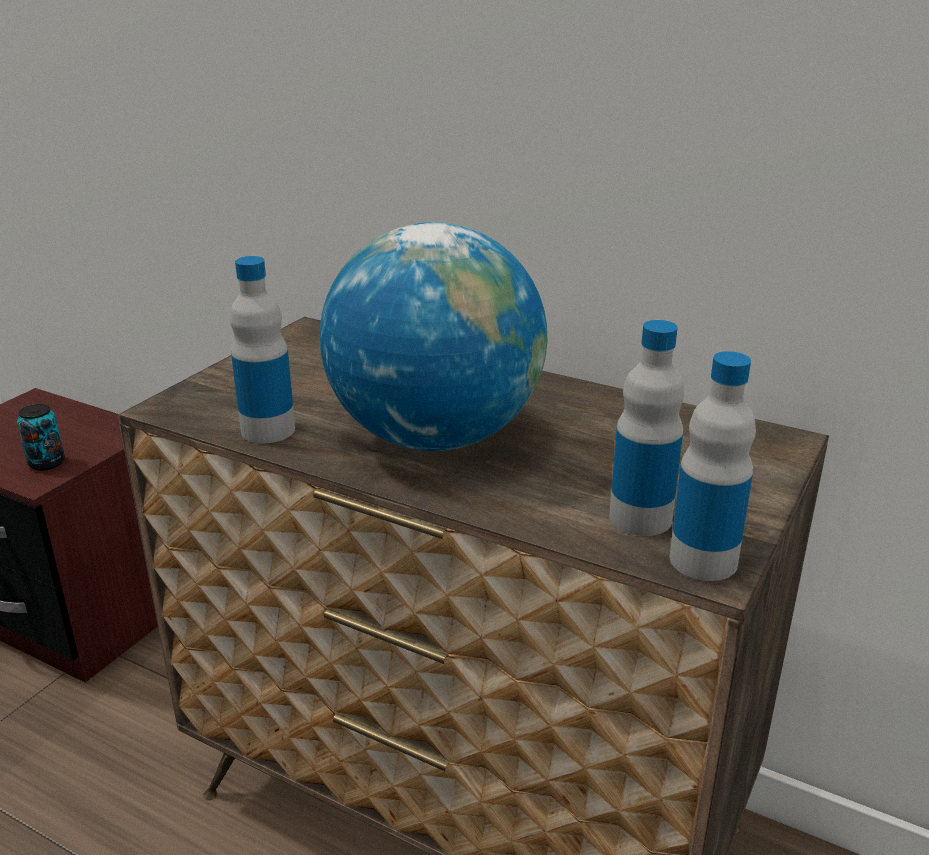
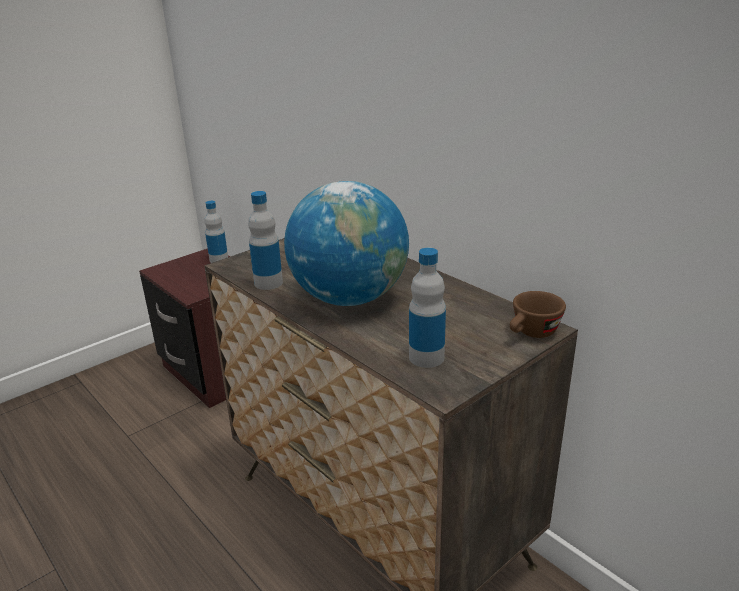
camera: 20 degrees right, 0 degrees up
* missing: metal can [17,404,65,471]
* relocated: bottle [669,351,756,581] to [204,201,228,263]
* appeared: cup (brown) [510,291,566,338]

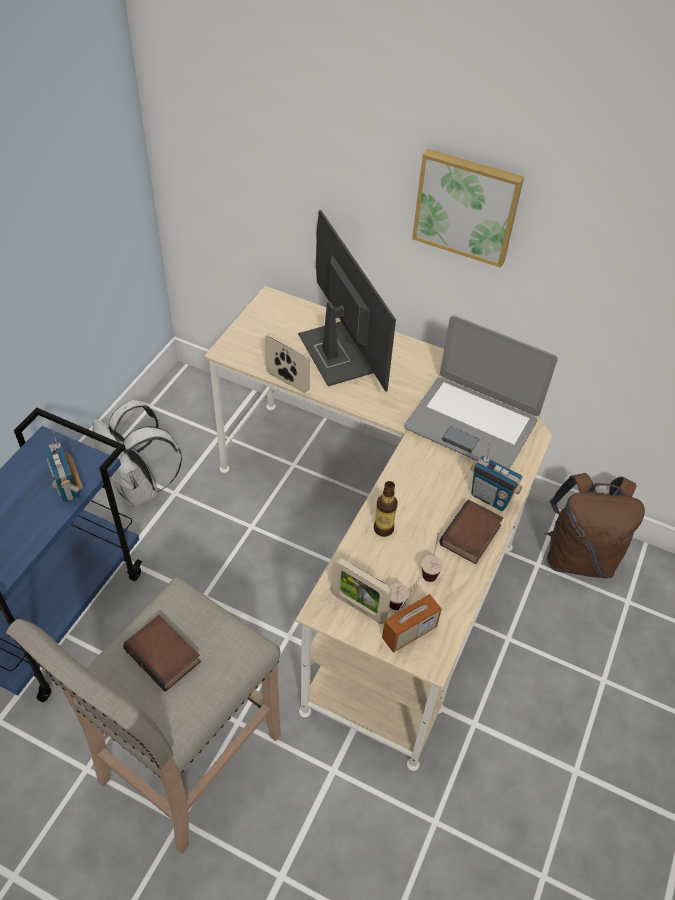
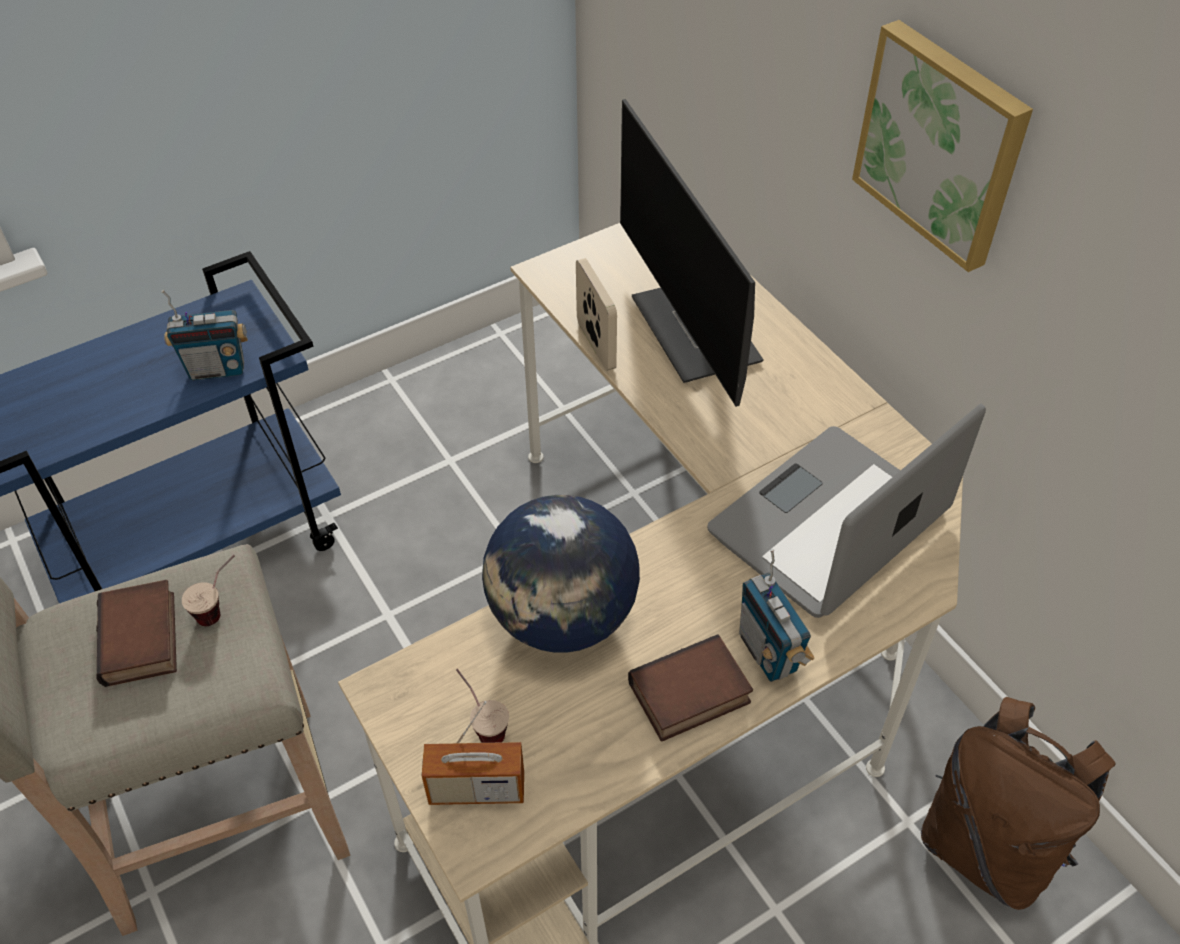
camera: 35 degrees right, 0 degrees up
* spun: radio [44,427,83,502] = [161,290,248,380] 105 degrees counterclockwise
* missing: backpack (white-coloured) [92,400,182,507]
* spun: computer display [298,210,396,392] = [620,99,764,407] 150 degrees clockwise
* missing: photo frame [331,557,392,624]
* exchanged: bottle [374,481,398,537] to globe [482,495,640,653]
* spun: laptop [405,315,558,469] = [707,404,986,618] 75 degrees clockwise
* relocated: cup [421,532,443,582] to [182,555,235,626]

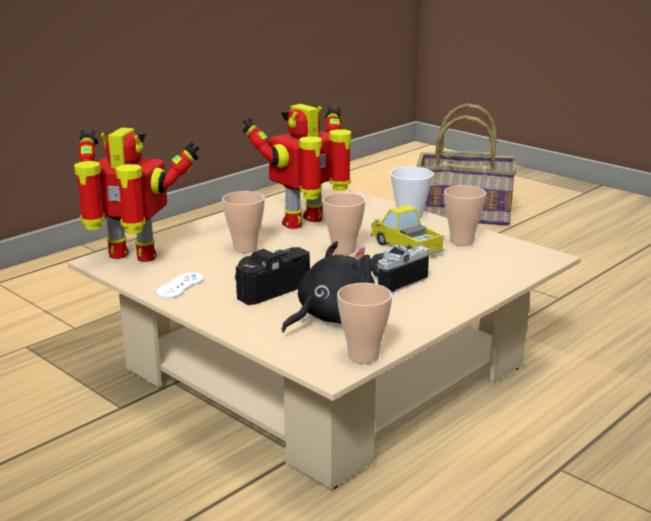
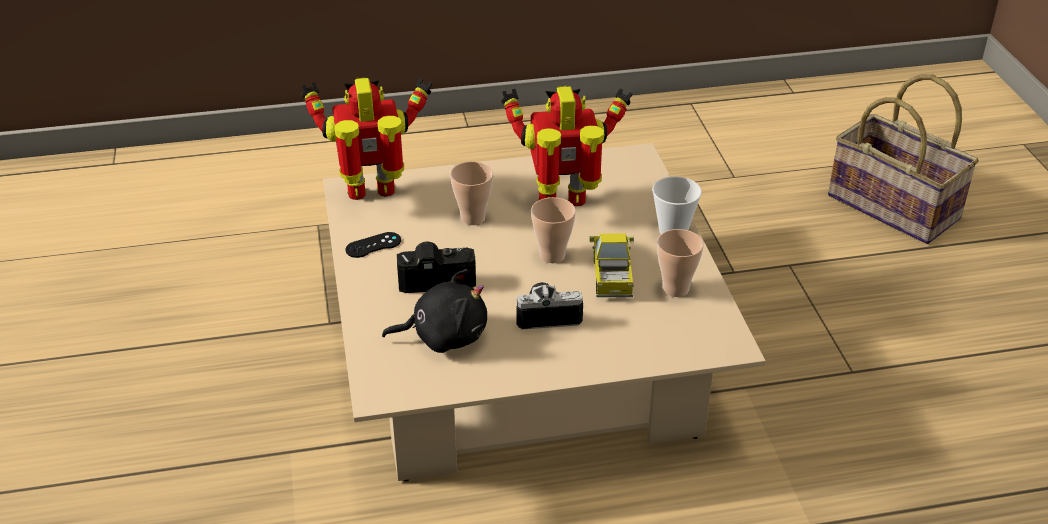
camera: 35 degrees right, 15 degrees up
* spun: robot figure [74,127,200,262] = [302,77,432,200] 60 degrees counterclockwise
* colour: gamepad (white-coloured) [156,273,204,298] to gamepad (blackish) [345,232,401,258]
* missing: cup [337,283,392,364]

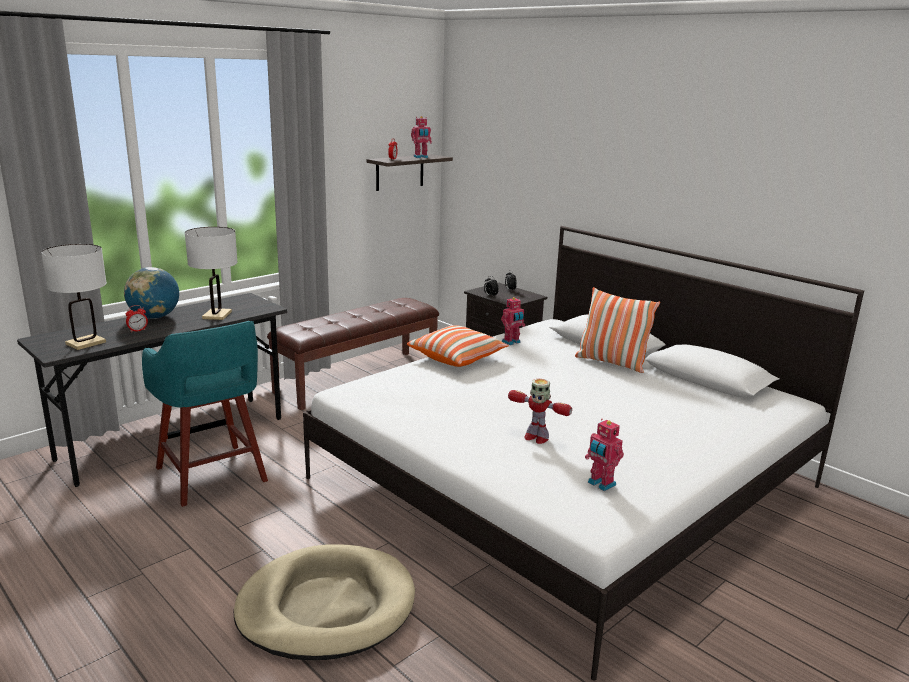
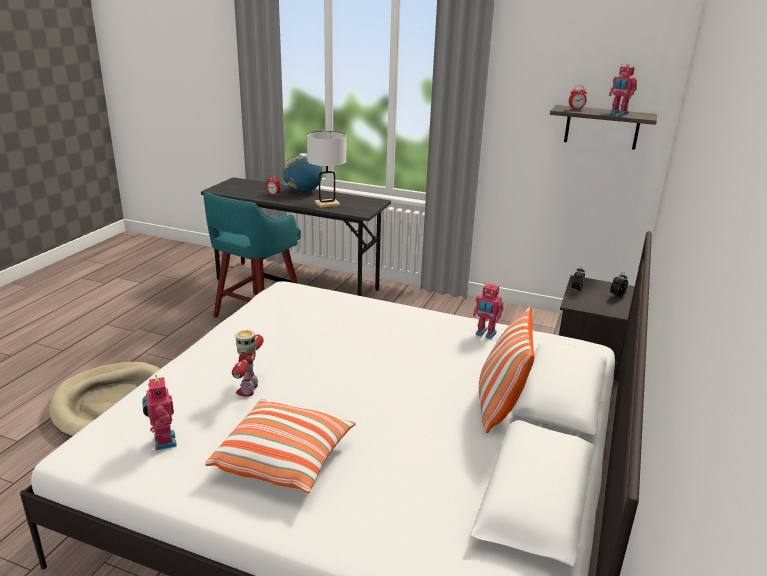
camera: 65 degrees right, 5 degrees up
* missing: table lamp (white-coloured) [41,244,107,350]
* missing: indoor bench (brown) [267,298,439,410]
* relocated: pillow [407,325,509,367] to [205,399,356,493]
* spun: robot figure [585,419,624,491] = [142,375,177,450] 45 degrees counterclockwise

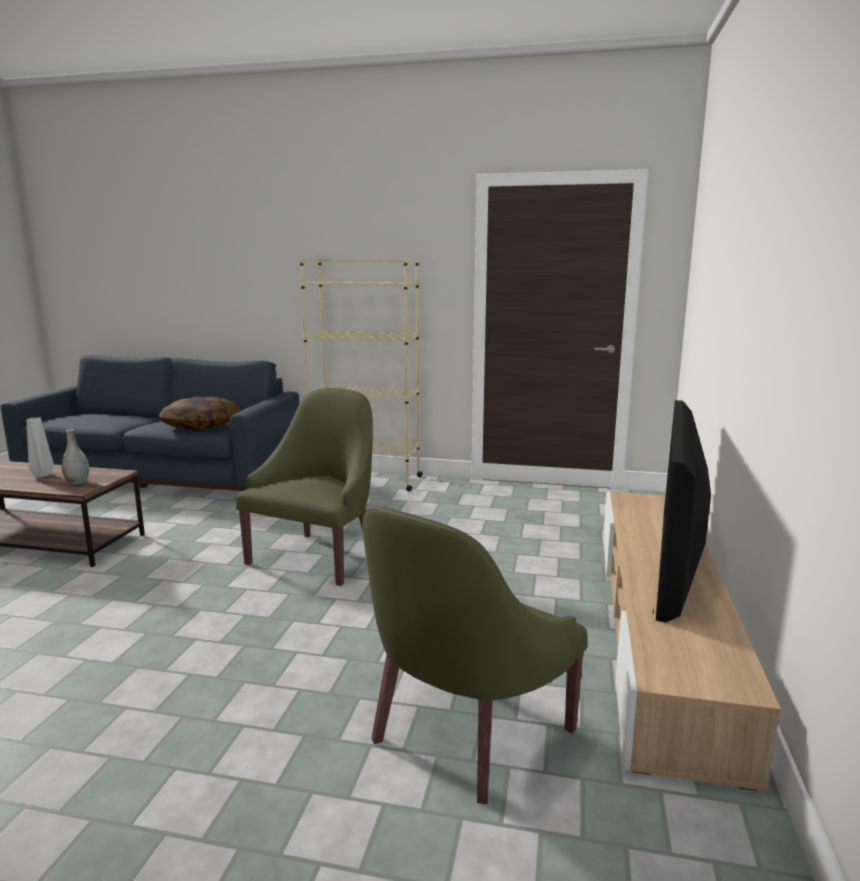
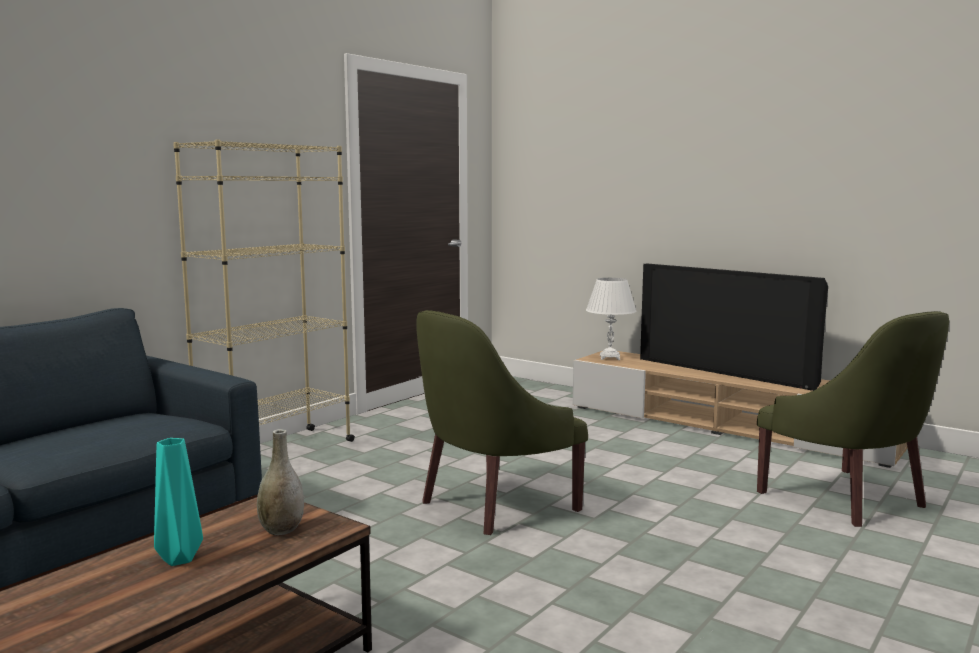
camera: 65 degrees left, 5 degrees down
* colour: decorative vase (grey) [27,417,54,478] to decorative vase (blue-green) [154,438,203,566]
* missing: pillow [158,397,241,430]
* spun: easy chair (green-coloured) [236,388,373,586] = [416,310,588,535] 90 degrees counterclockwise
* appeared: table lamp (white-coloured) [586,278,637,360]

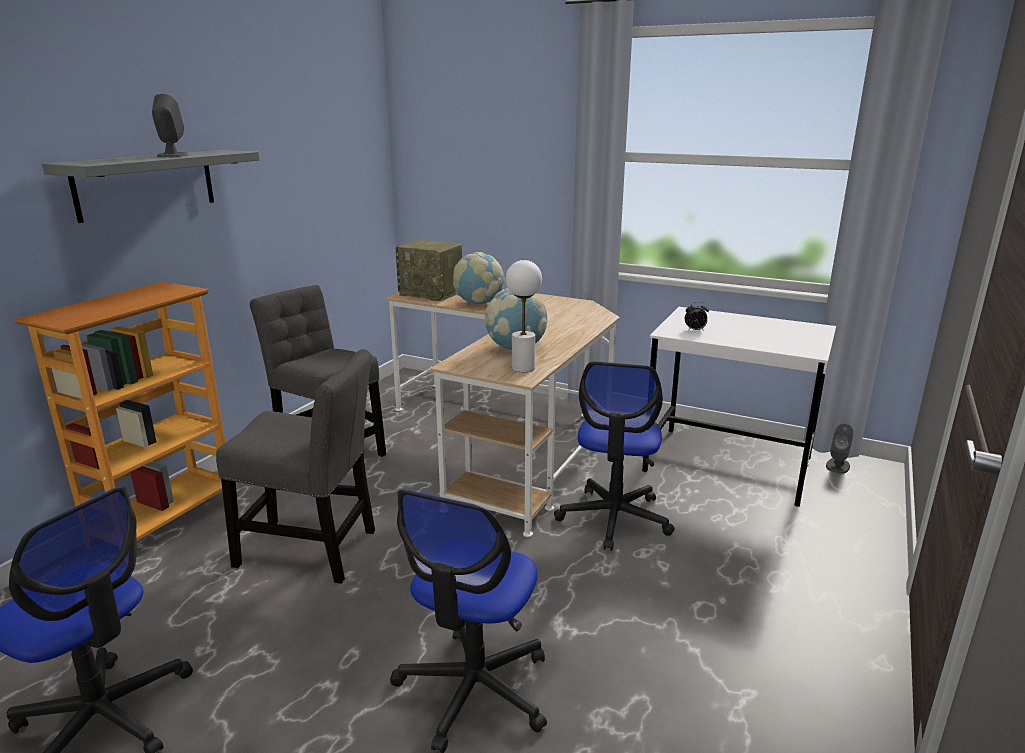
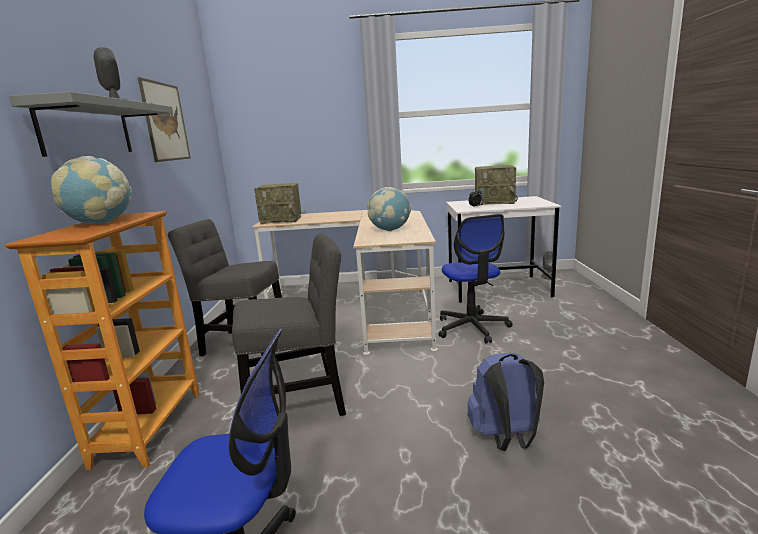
camera: 25 degrees left, 5 degrees down
* exchanged: office chair [390,489,547,753] to backpack (bluish) [468,353,544,451]
* relocated: globe [453,252,505,304] to [51,156,132,224]
* missing: table lamp (white-coloured) [506,260,542,372]
* appeared: wall picture [137,77,191,162]
* appeared: radio [475,165,518,205]

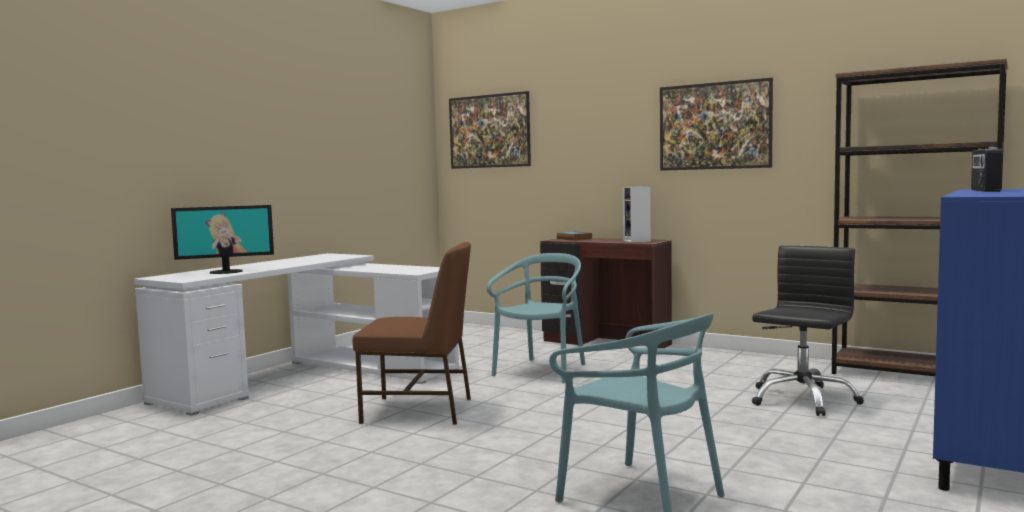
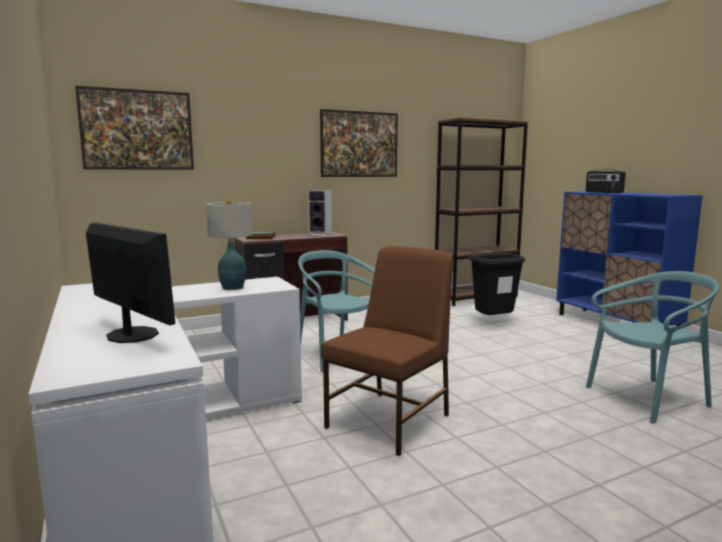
camera: 60 degrees left, 5 degrees up
* spun: computer display [171,205,274,274] = [86,223,176,343] 60 degrees counterclockwise
* exchanged: office chair (blackish) [752,246,864,416] to rubbish bin (blackish) [470,252,525,315]
* appeared: table lamp [206,200,253,290]

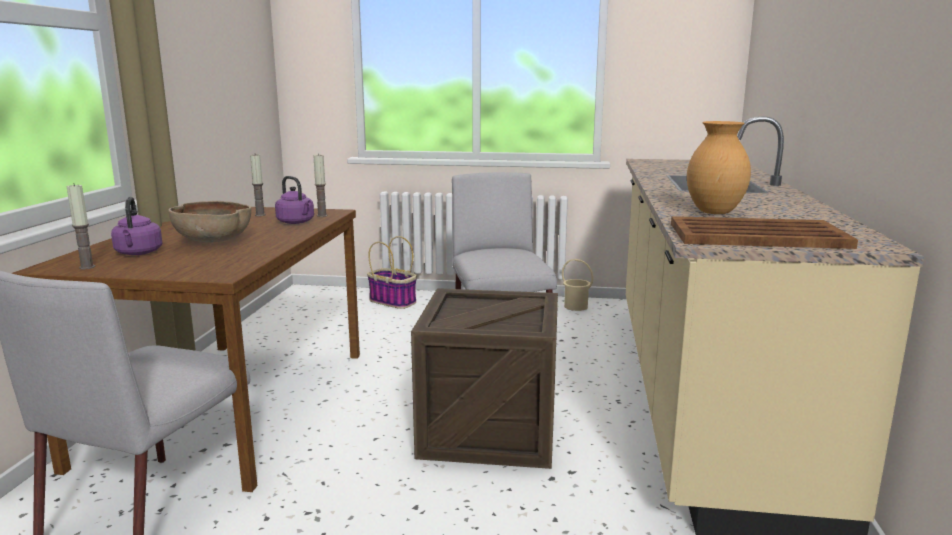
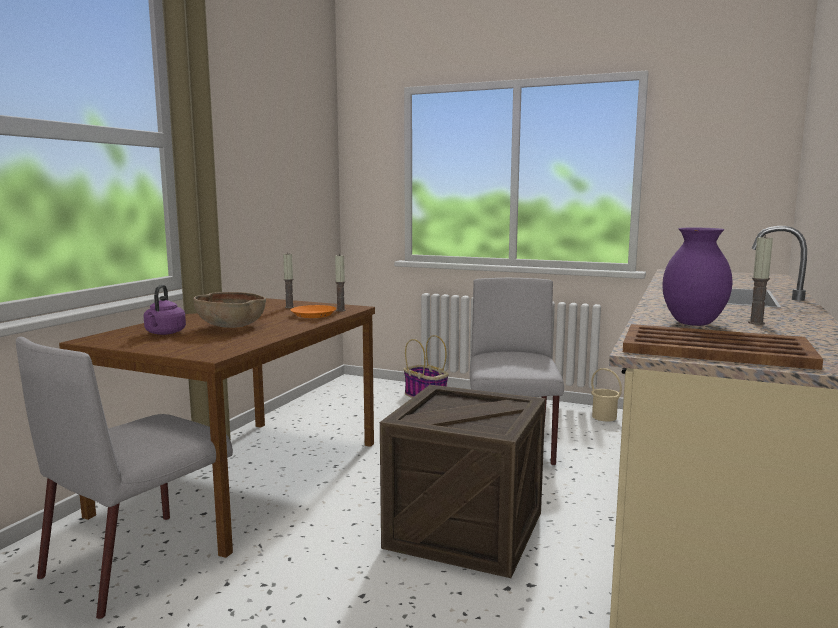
camera: 15 degrees right, 5 degrees down
* relocated: wax light [66,183,95,269] to [748,235,773,325]
* exchanged: tea kettle (purple) [275,176,314,224] to plate (orange-coloured) [291,305,336,318]
* colour: decorative vase (brown) [687,121,751,214] to decorative vase (purple) [662,228,732,326]

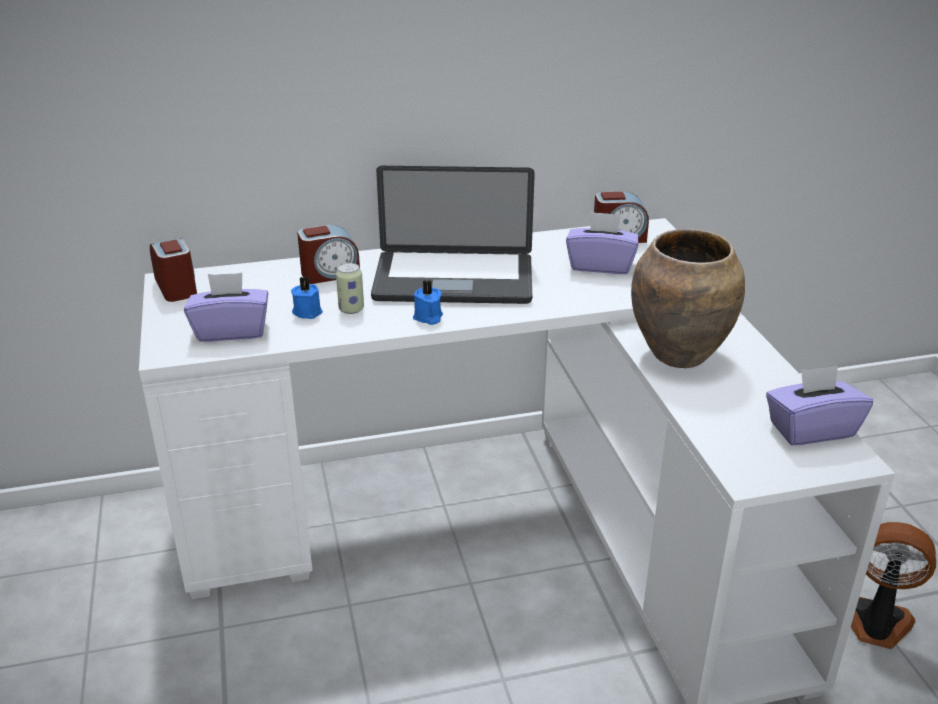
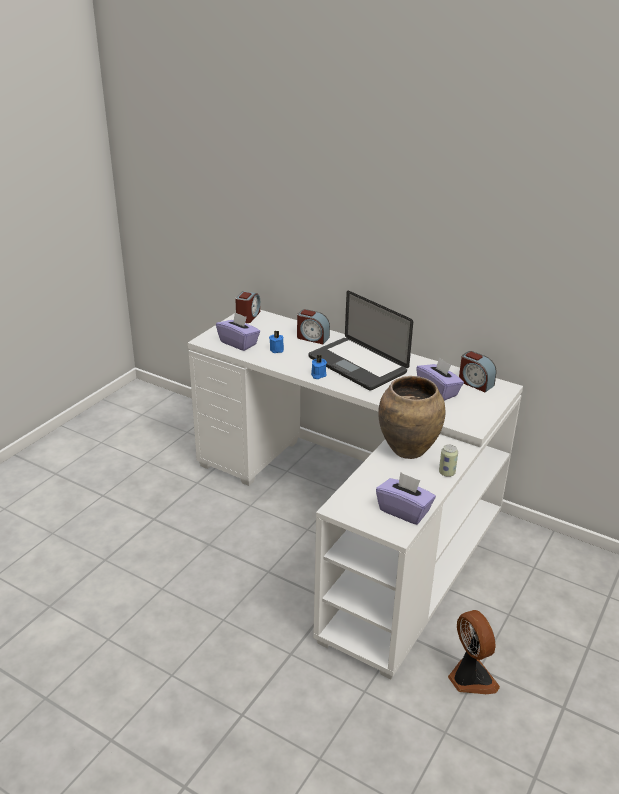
camera: 45 degrees right, 0 degrees up
* relocated: metal can [336,263,364,314] to [439,444,458,477]

